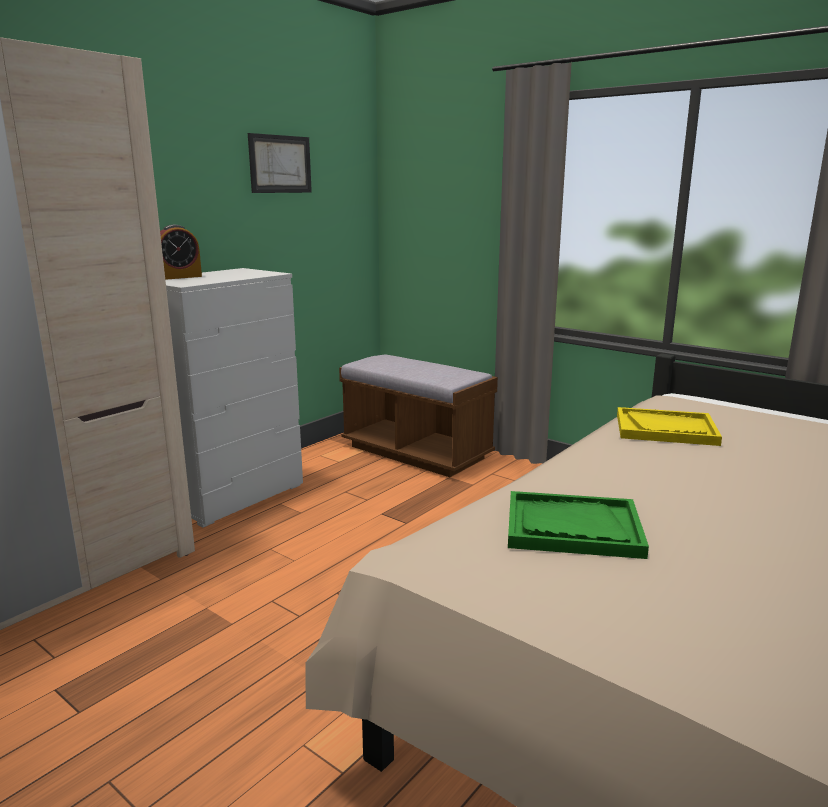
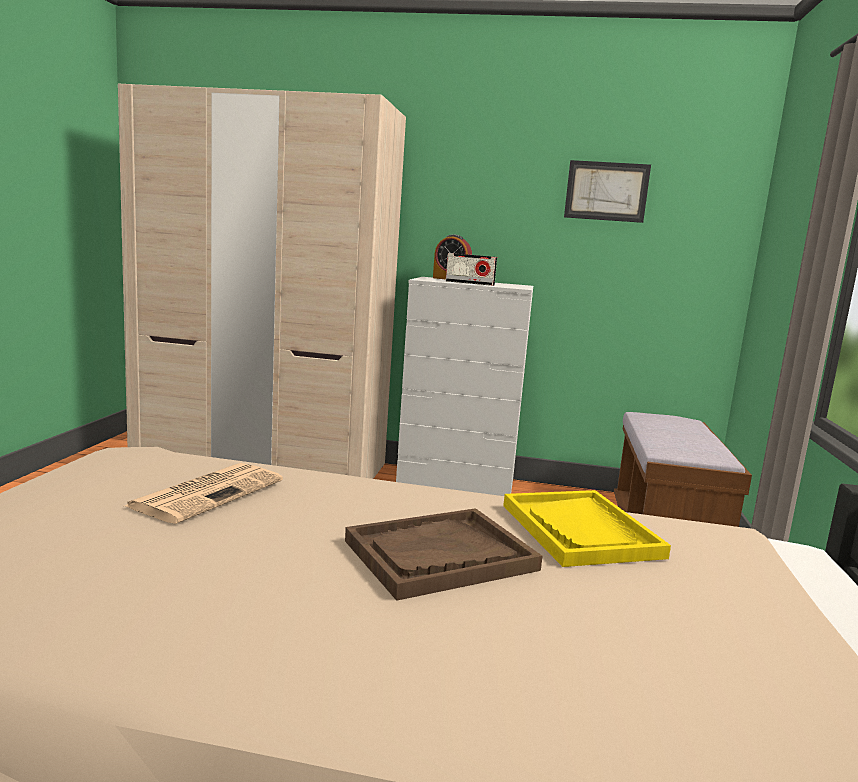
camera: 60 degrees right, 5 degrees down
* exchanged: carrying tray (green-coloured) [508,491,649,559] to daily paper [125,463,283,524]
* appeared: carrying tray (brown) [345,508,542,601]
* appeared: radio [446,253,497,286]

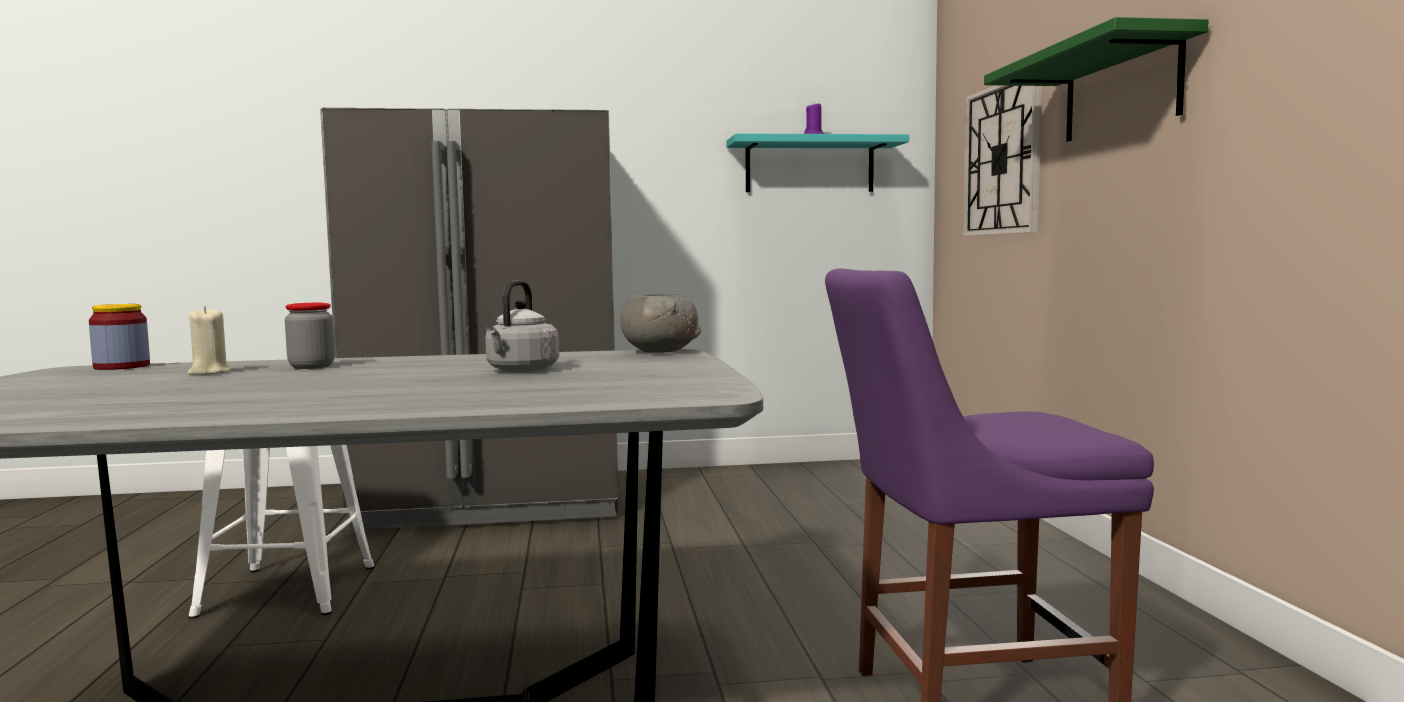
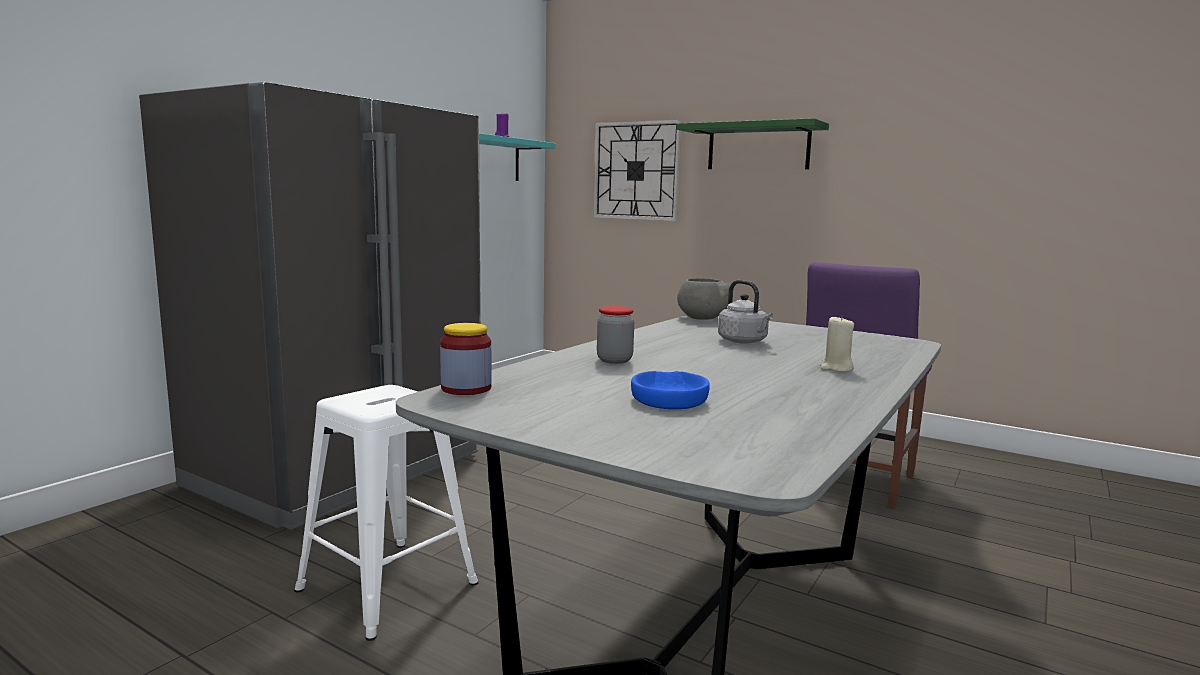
camera: 50 degrees left, 5 degrees up
* relocated: wax light (sand-coloured) [188,307,231,375] to [820,315,854,372]
* appeared: bowl (bluish) [631,371,710,409]

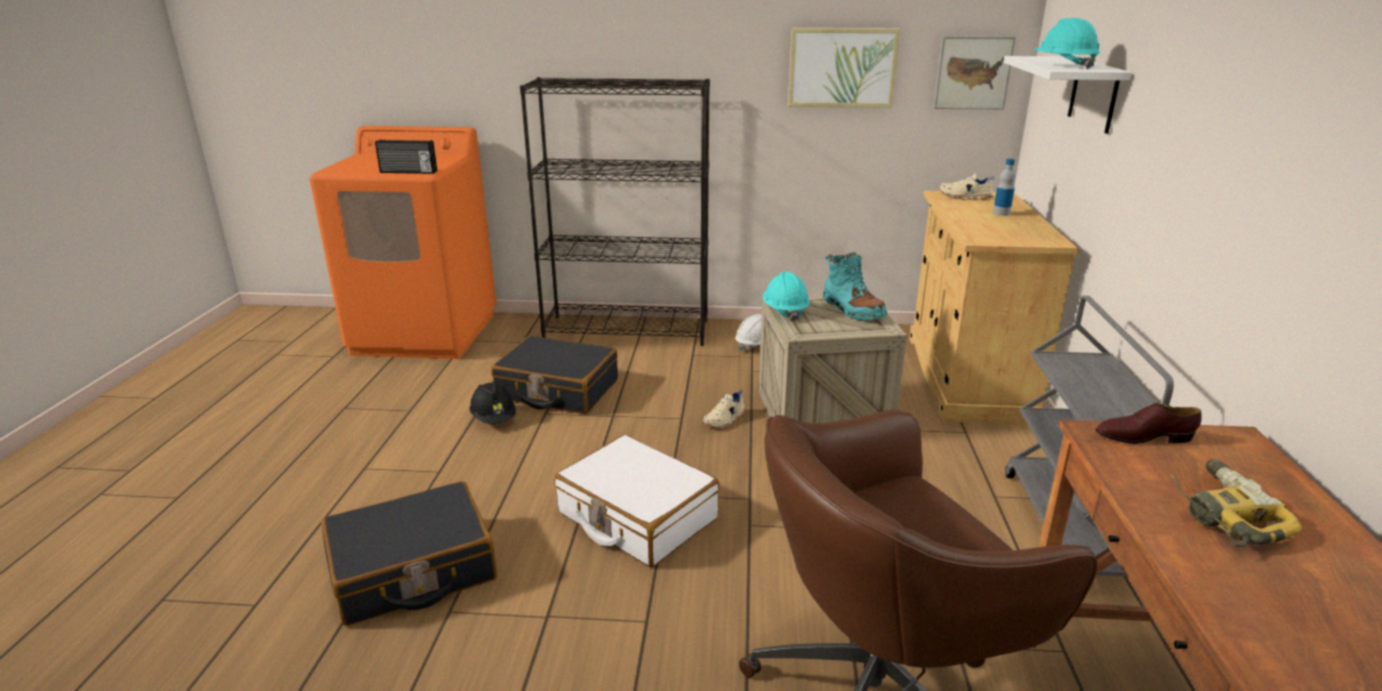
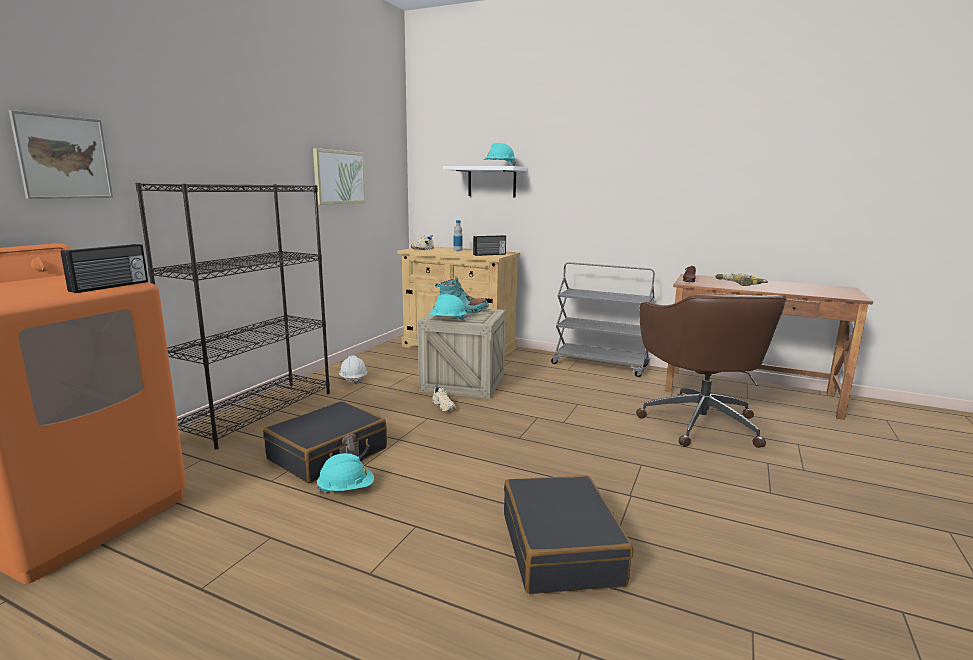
camera: 70 degrees left, 10 degrees down
* colour: hard hat (blackish) [470,382,516,424] to hard hat (blue-green) [316,453,374,493]
* missing: piece of luggage (white-coloured) [554,435,719,567]
* relocated: wall picture [934,36,1015,110] to [9,110,113,199]
* appeared: radio [473,235,506,256]

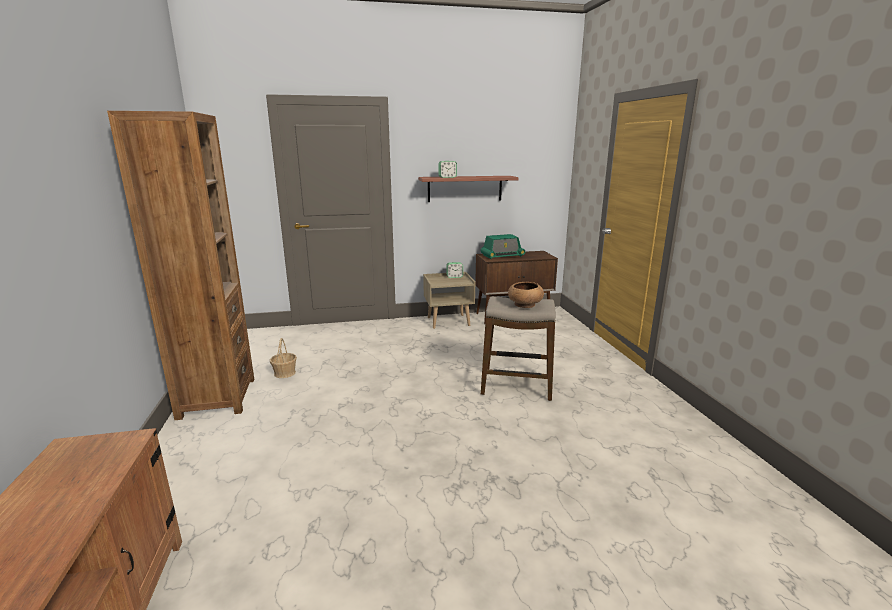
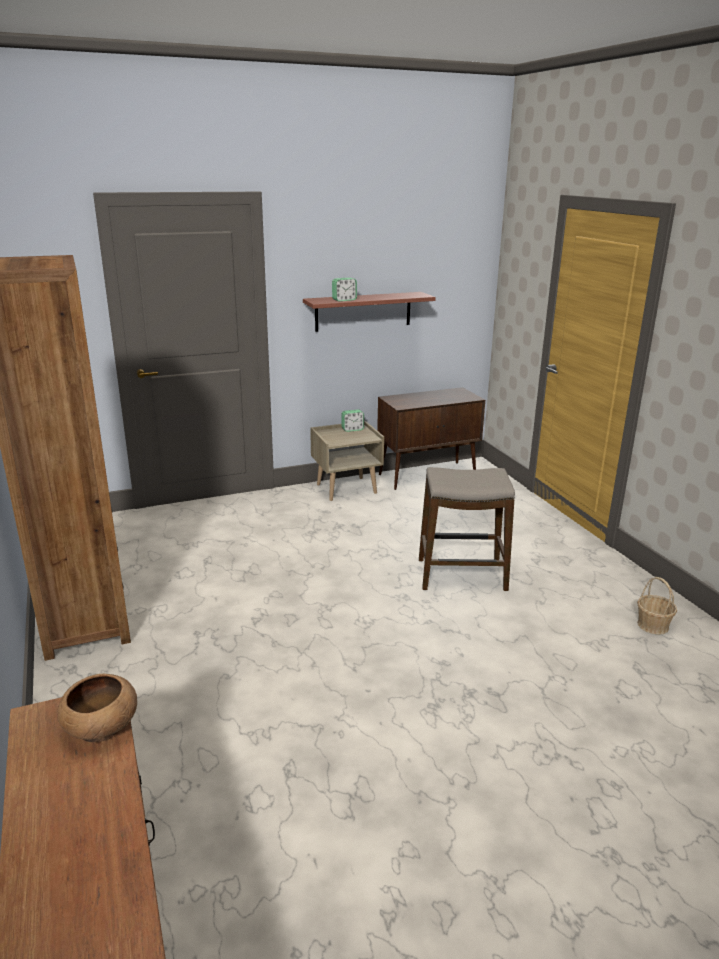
camera: 10 degrees left, 5 degrees up
* relocated: household basket [270,338,297,378] to [637,577,677,635]
* missing: radio [480,234,525,259]
* relocated: bowl (brown) [508,282,544,308] to [57,674,137,742]

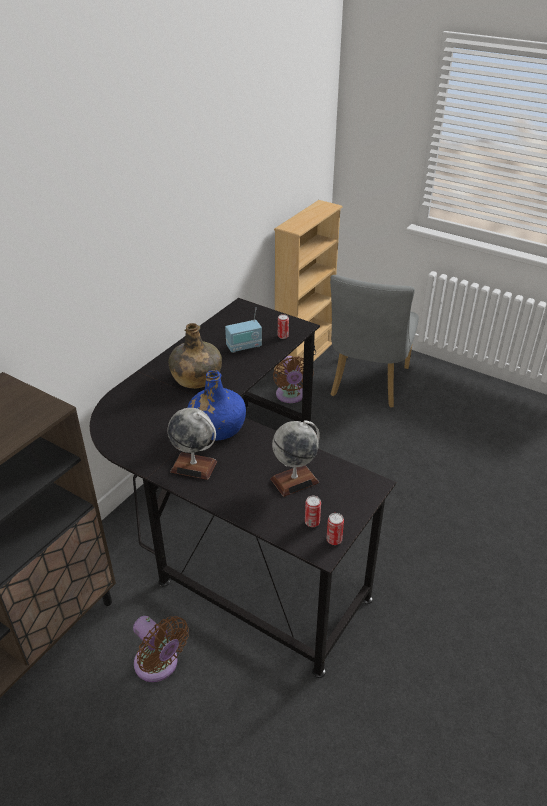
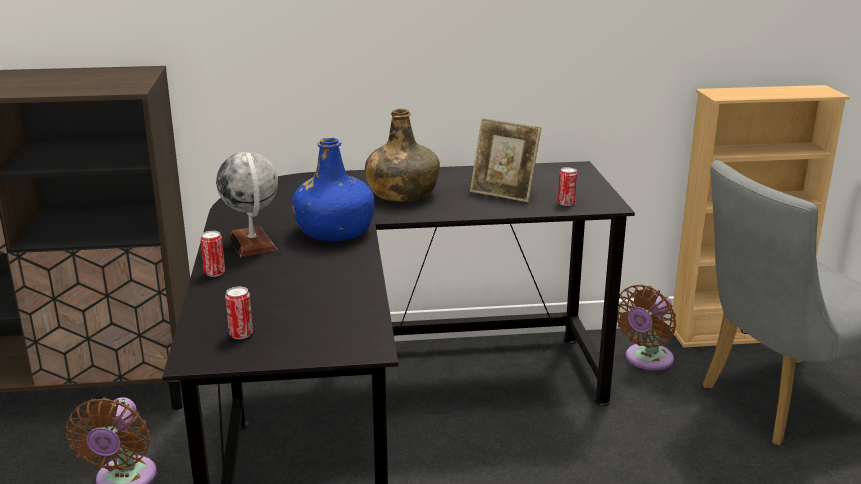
camera: 50 degrees right, 15 degrees down
* exchanged: radio [225,308,262,353] to photo frame [470,118,541,202]
* missing: globe [270,420,320,497]
* relocated: metal can [326,513,344,545] to [200,231,225,277]

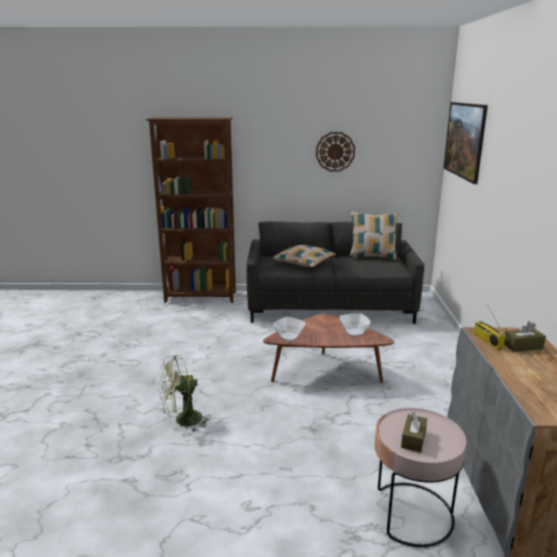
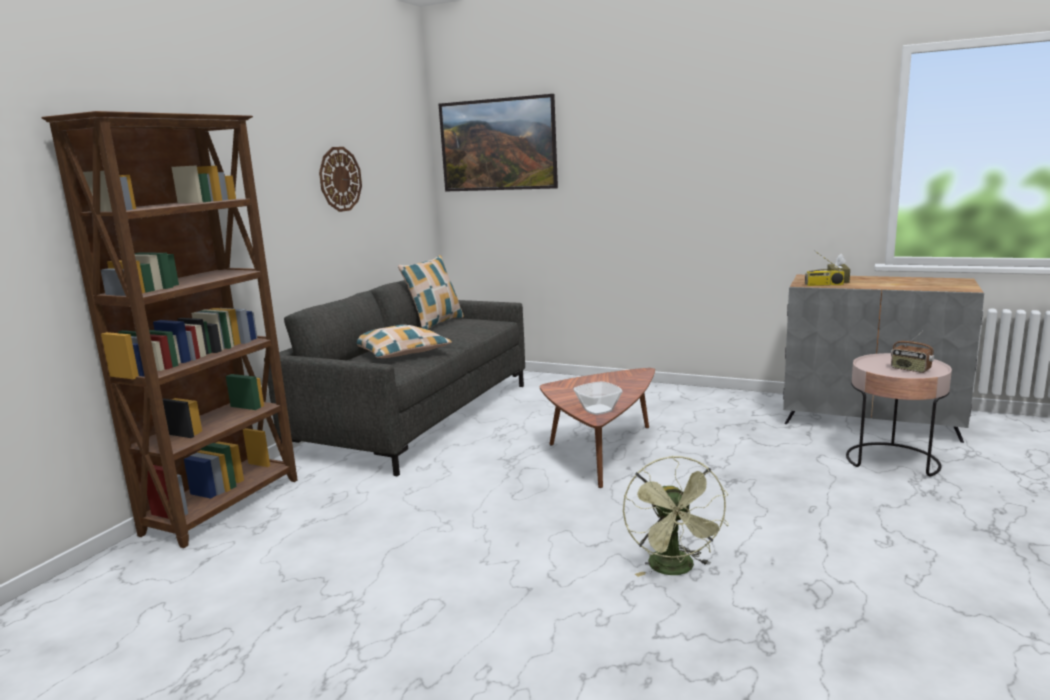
camera: 65 degrees left, 5 degrees down
* missing: bowl [340,313,370,336]
* exchanged: box of tissues (brown) [401,412,427,452] to radio [891,331,934,373]

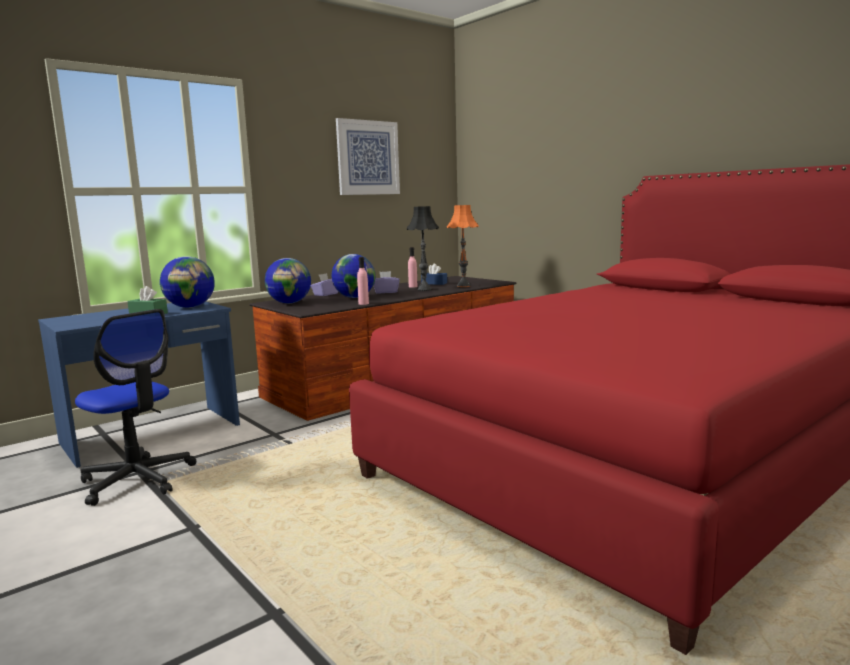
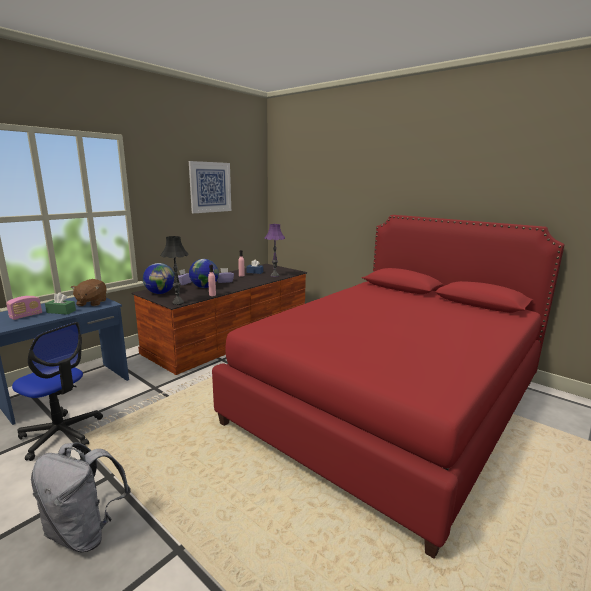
camera: 10 degrees left, 5 degrees up
* exchanged: globe [160,256,215,308] to cuddly toy (brown) [71,279,107,306]
* relocated: table lamp (blackish) [407,206,439,291] to [161,236,188,305]
* colour: table lamp (orange-coloured) [447,205,479,287] to table lamp (purple) [264,224,285,277]
* appeared: radio [6,296,42,320]
* appeared: backpack (grey) [31,442,131,552]

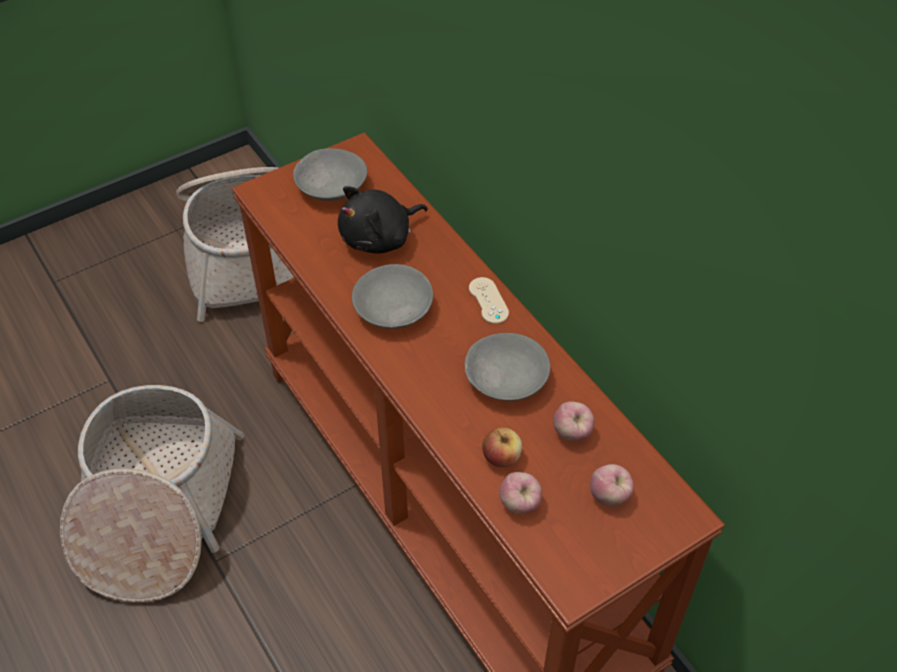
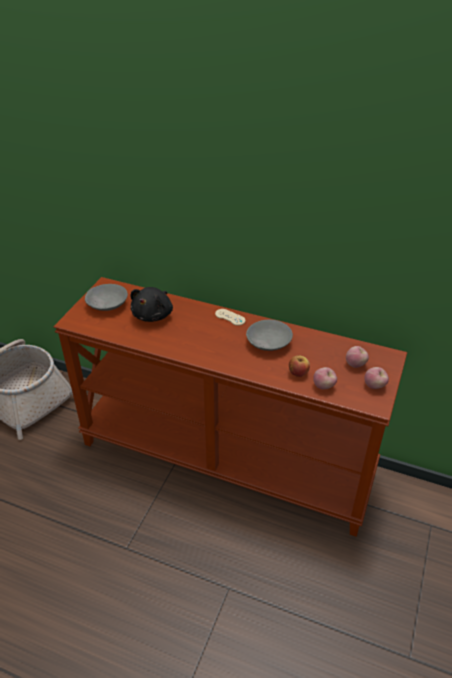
camera: 35 degrees left, 10 degrees down
* missing: household basket [60,385,244,603]
* missing: bowl (grey) [352,264,433,329]
* relocated: whole apple [553,401,594,441] to [364,367,389,389]

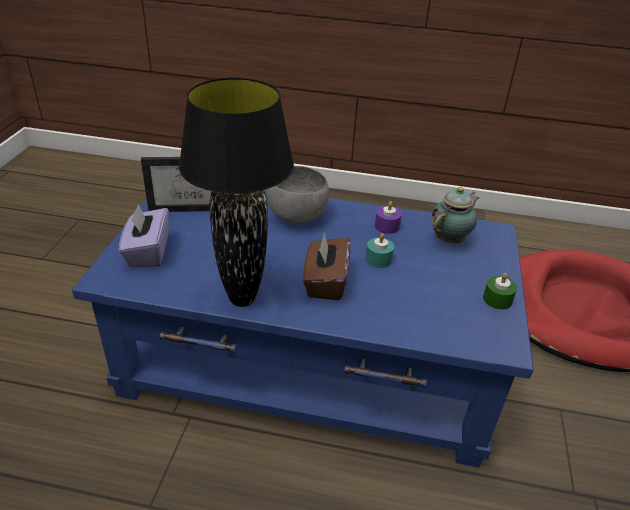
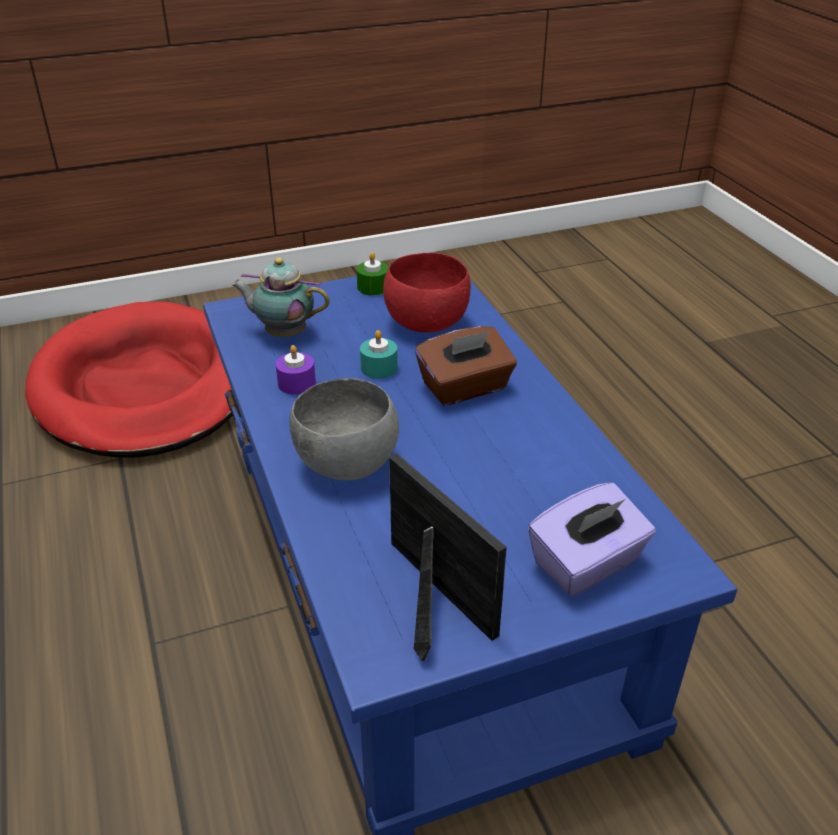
camera: 120 degrees left, 0 degrees up
* missing: table lamp (blackish) [179,78,294,307]
* appeared: bowl (reddish) [383,252,471,332]

